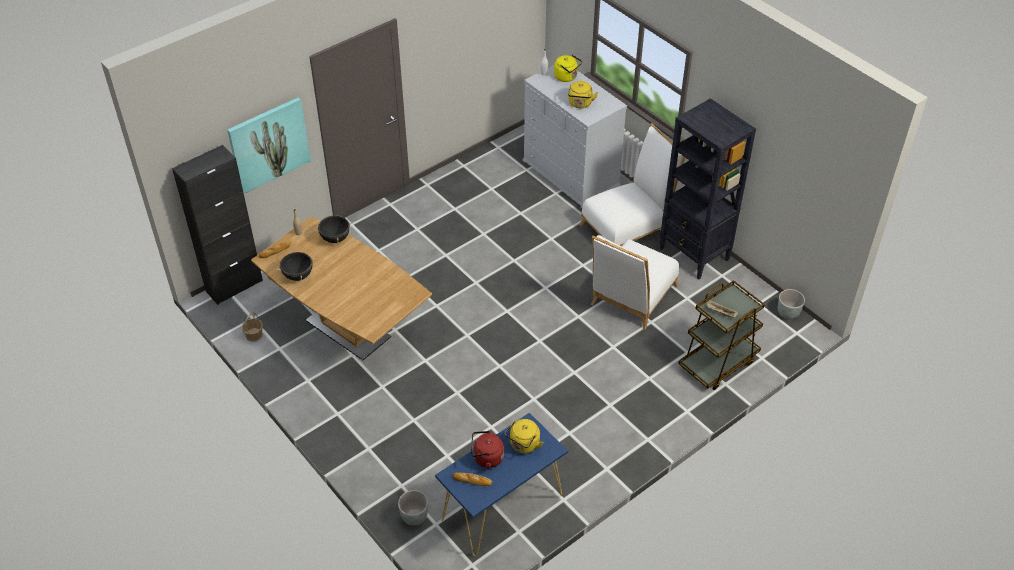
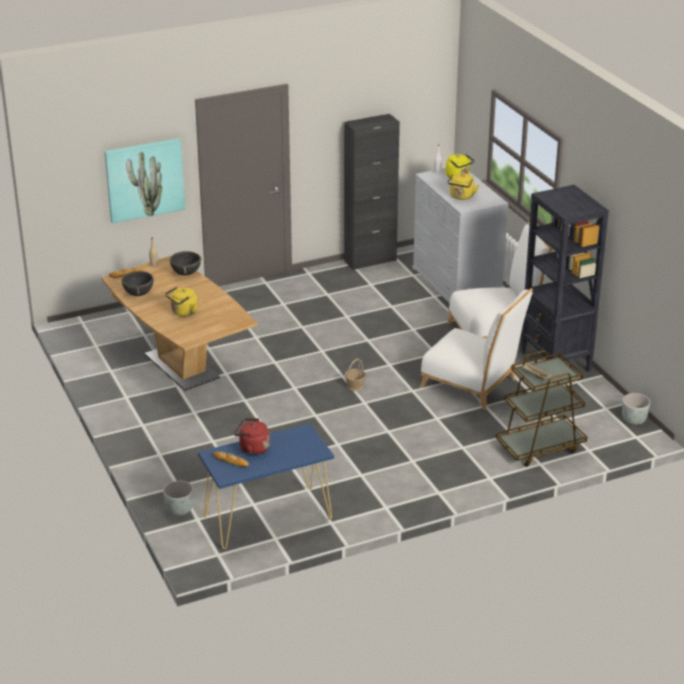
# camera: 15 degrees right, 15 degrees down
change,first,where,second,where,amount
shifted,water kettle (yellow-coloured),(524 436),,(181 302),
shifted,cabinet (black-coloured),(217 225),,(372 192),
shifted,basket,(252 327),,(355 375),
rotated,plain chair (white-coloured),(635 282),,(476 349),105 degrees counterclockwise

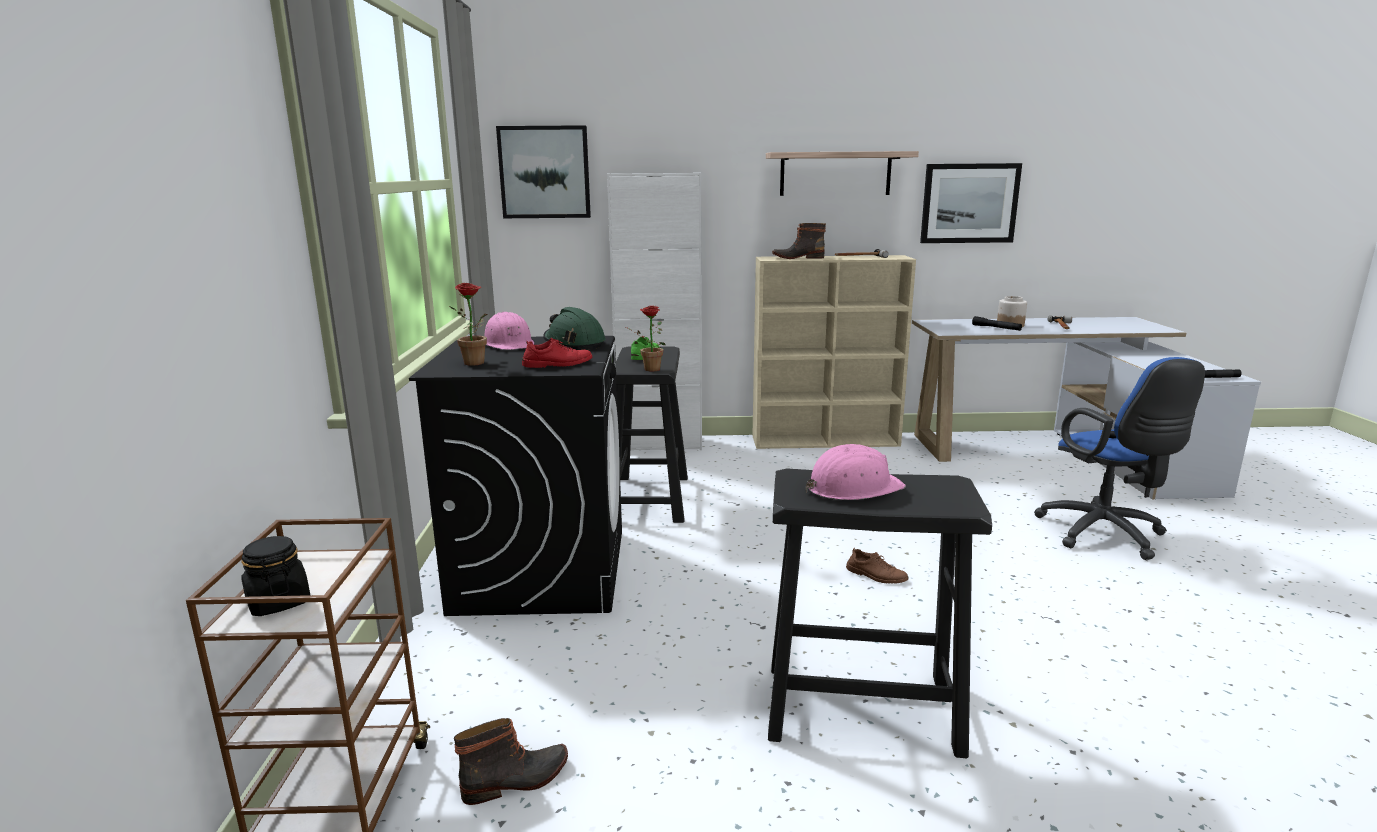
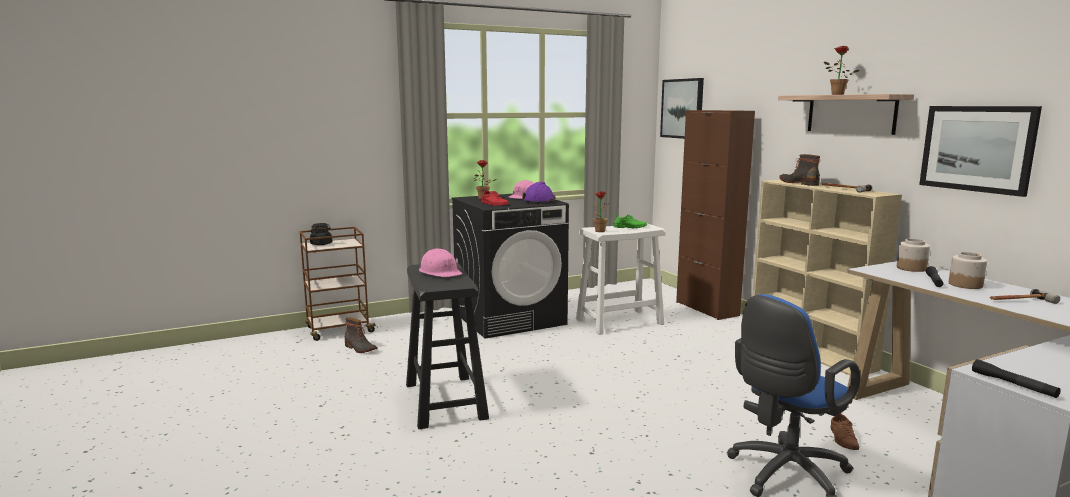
# camera: 65 degrees right, 5 degrees down
change,first,where,second,where,amount
repainted,work helmet (green-coloured),(574 328),work helmet (purplish),(539 193),
repainted,stool seat (black-coloured),(652 435),stool seat (white-coloured),(621 279),
repainted,cabinet (white-coloured),(654 311),cabinet (brown-coloured),(715 215),
new,,,plant in a pot,(841 70),
shifted,shoe (brown-coloured),(877 566),,(844 431),
new,,,jar,(913 255),

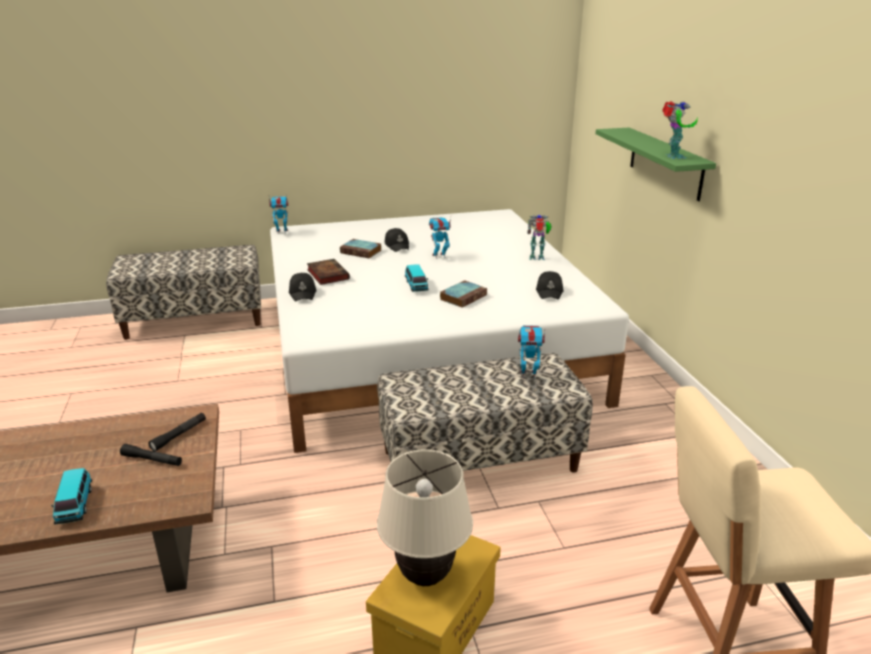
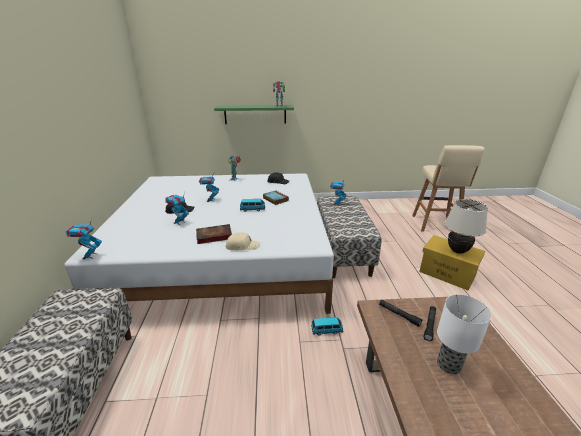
# camera: 80 degrees left, 0 degrees up
change,first,where,second,where,amount
swapped,volume,(361 248),toy robot,(177 208),
repainted,peaked cap (black-coloured),(303 287),peaked cap (sand-coloured),(242 241),
shifted,toy car,(71 496),,(327 326),
new,,,table lamp,(464 334),

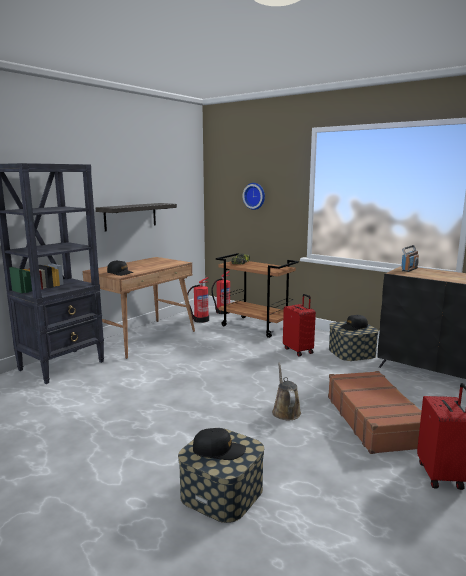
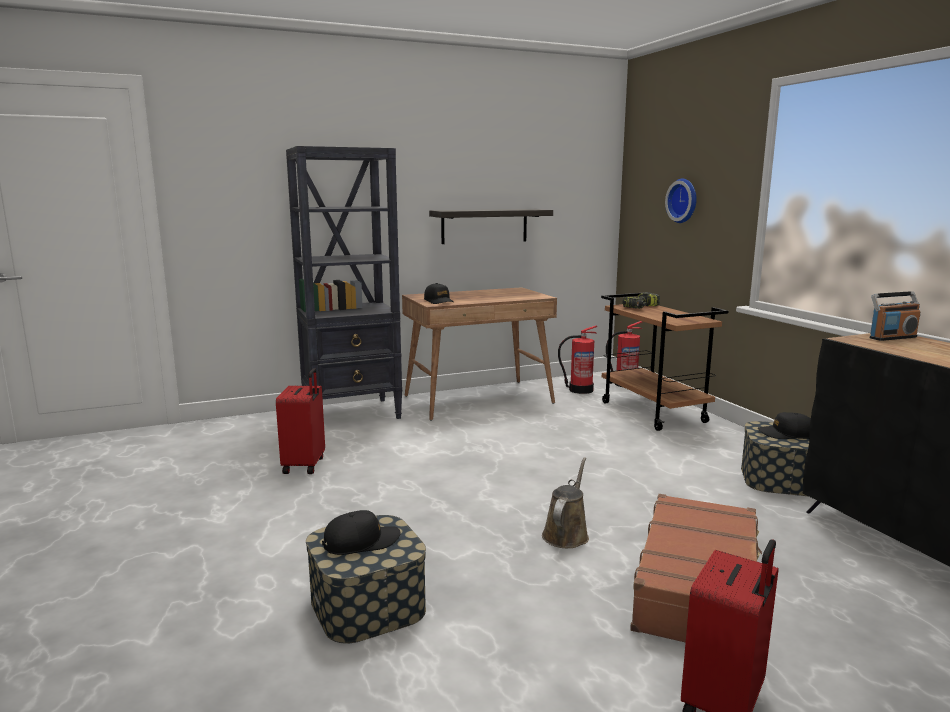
# camera: 30 degrees right, 0 degrees up
change,first,where,second,where,amount
shifted,suitcase (red),(299 325),,(300 421),
rotated,peaked cap (black-coloured),(219 444),,(361 532),60 degrees counterclockwise

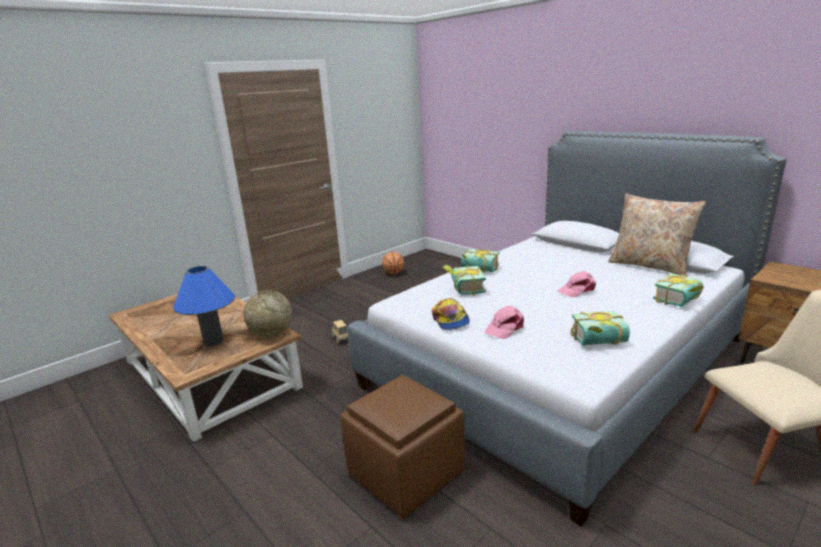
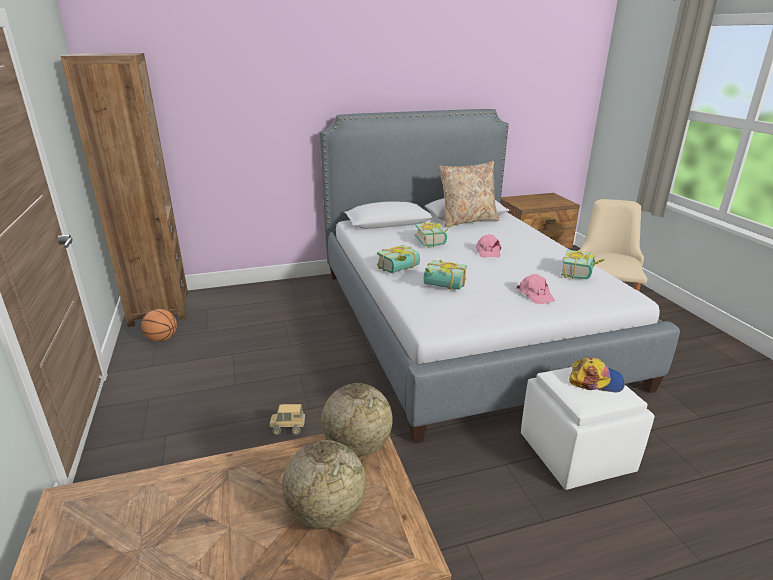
# camera: 65 degrees left, 5 degrees up
change,first,where,second,where,amount
new,,,bookshelf (brown-coloured),(124 190),
swapped,table lamp (blue-coloured),(204 306),world globe,(324 484),
shifted,volume,(678 290),,(433 235),
repainted,pouffe (brown-coloured),(402 447),pouffe (white-coloured),(587 428),
shifted,peaked cap,(451 314),,(597 374),

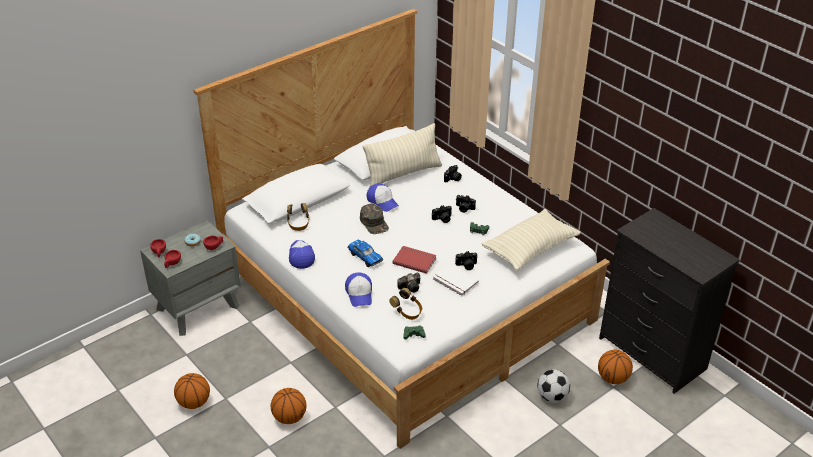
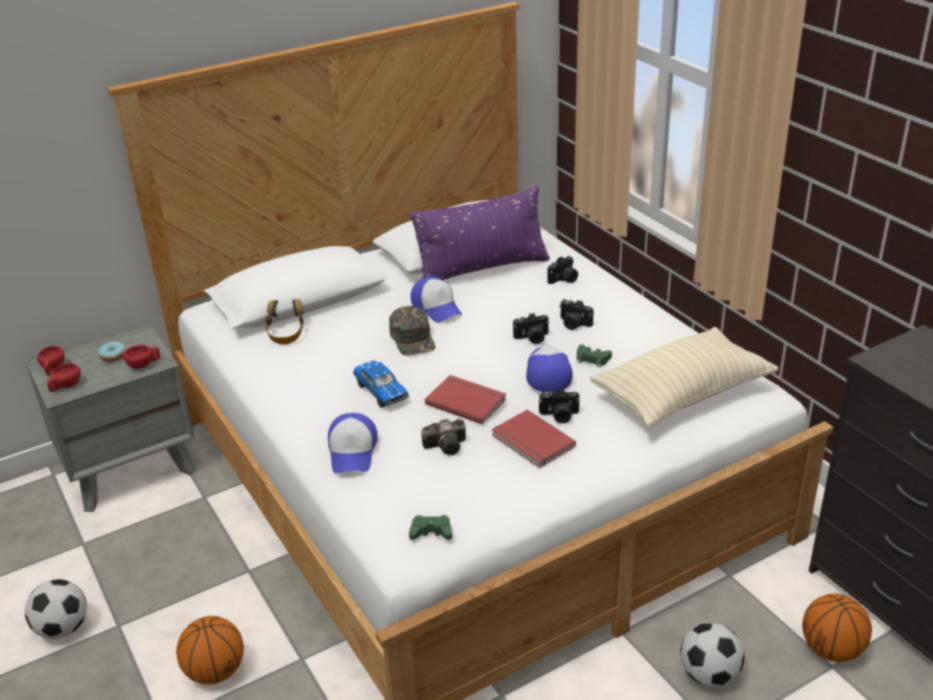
# camera: 10 degrees right, 5 degrees down
change,first,where,second,where,amount
swapped,ball for basketball,(192 391),football ball,(56 609),
repainted,cushion (sand-coloured),(402 155),cushion (purplish),(479 233),
repainted,volume (white-coloured),(456 280),volume (red),(533 439),
shifted,peaked cap,(302 254),,(549 368),
gone,headphones,(405 304),,,

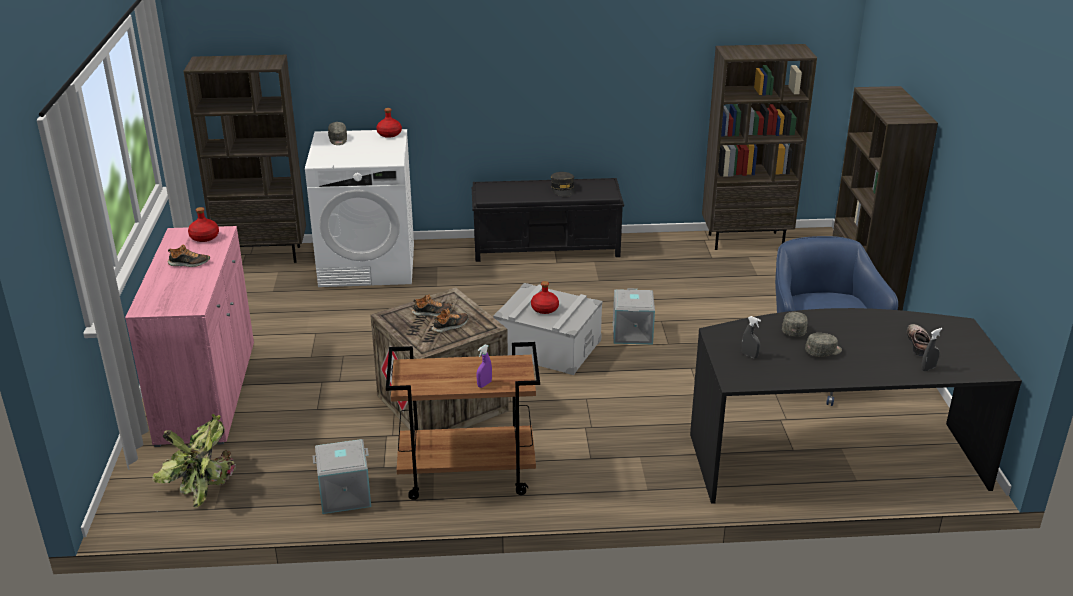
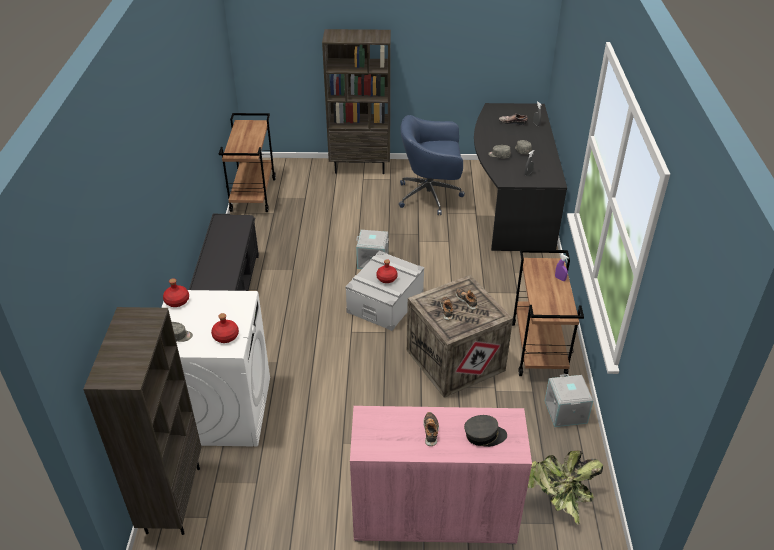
# camera: 85 degrees left, 10 degrees up
change,first,where,second,where,amount
shifted,beverage bottle (red),(203 224),,(225 328),
swapped,bookshelf (brown-coloured),(759 147),cart (brown-coloured),(247 162),
shifted,peaked cap (greyish),(563 184),,(485 431),

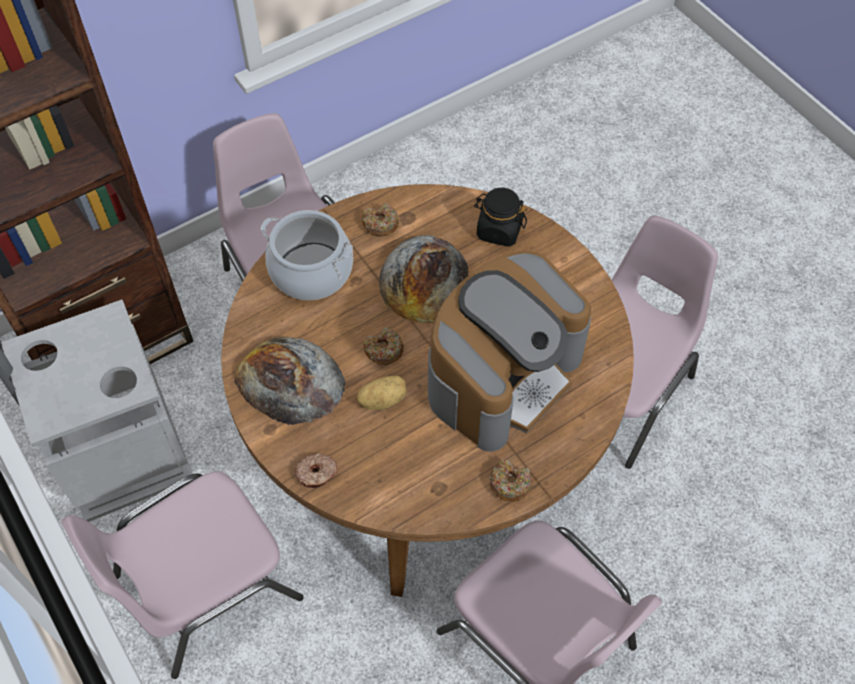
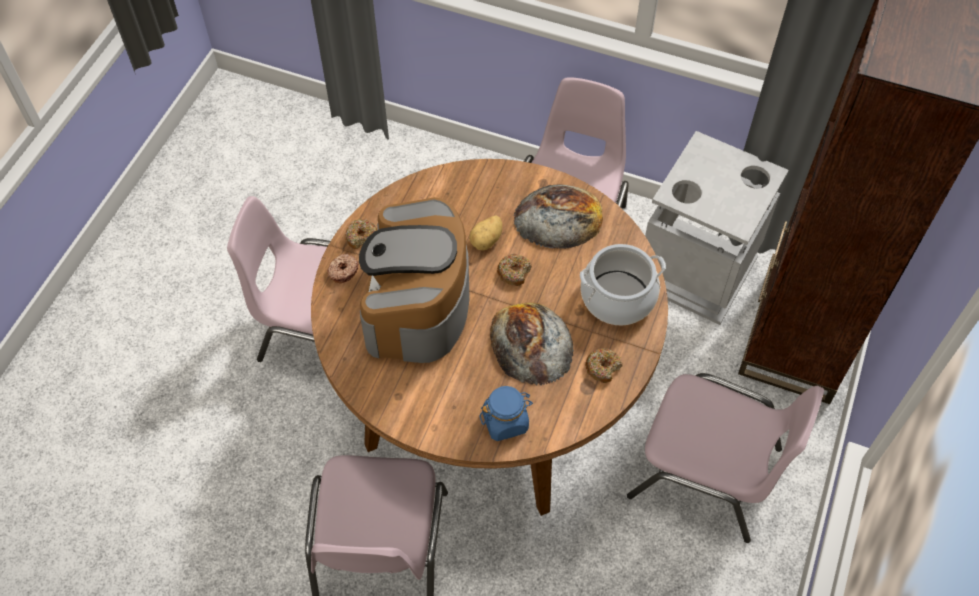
# camera: 145 degrees right, 0 degrees up
change,first,where,second,where,amount
shifted,ring doughnut,(316 470),,(342 268),
repainted,jar (black-coloured),(500 217),jar (blue-coloured),(506 413),

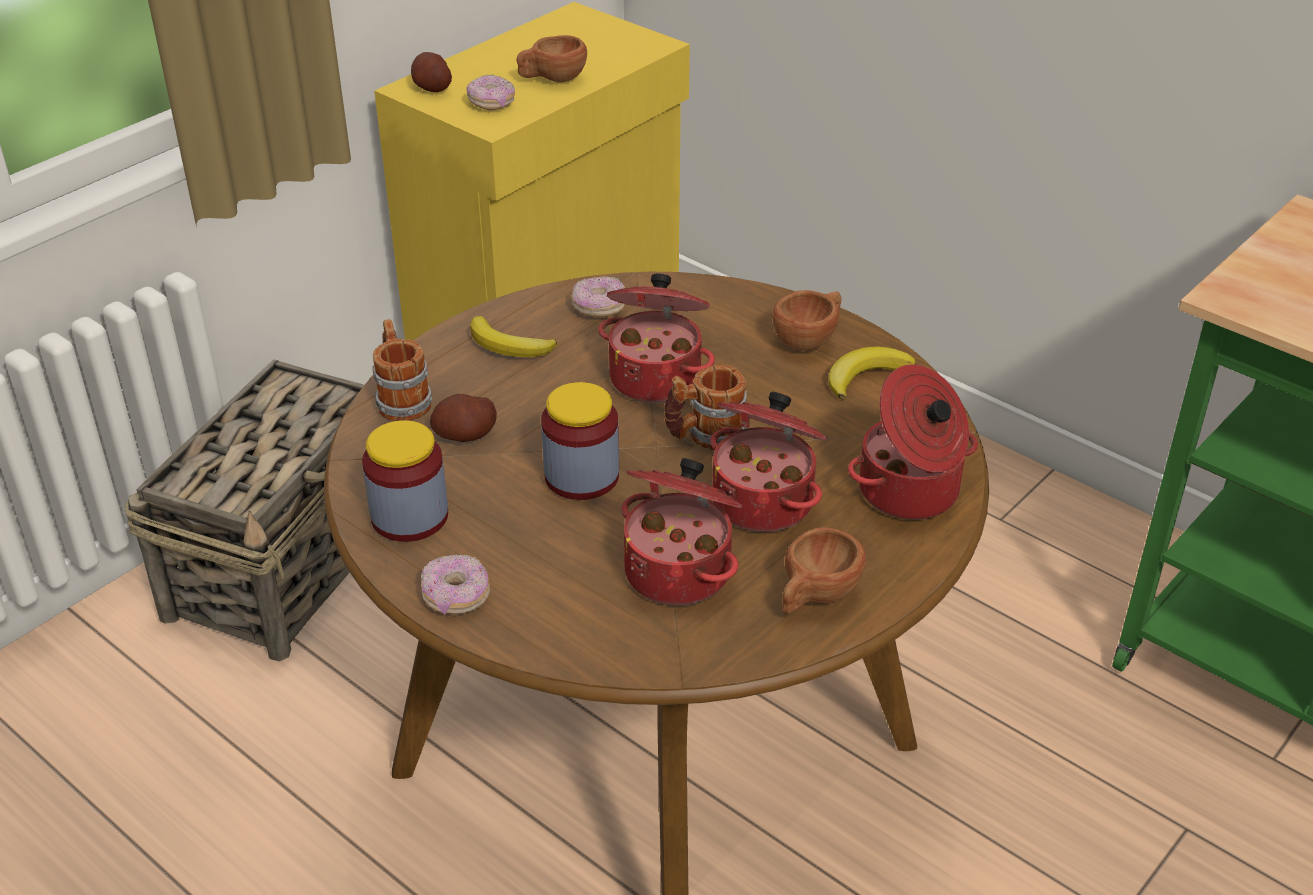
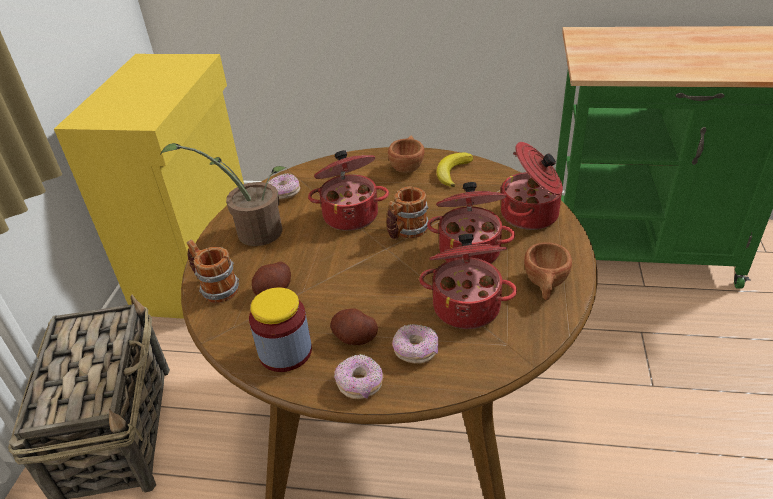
# camera: 30 degrees left, 0 degrees up
change,first,where,second,where,amount
swapped,banana fruit,(513 336),plant in a pot,(223 194),
shifted,potato,(431 72),,(354 326),
shifted,ring doughnut,(490 92),,(415 344),
gone,drinking cup (brown-coloured),(551 58),,,
gone,jar,(580 441),,,

